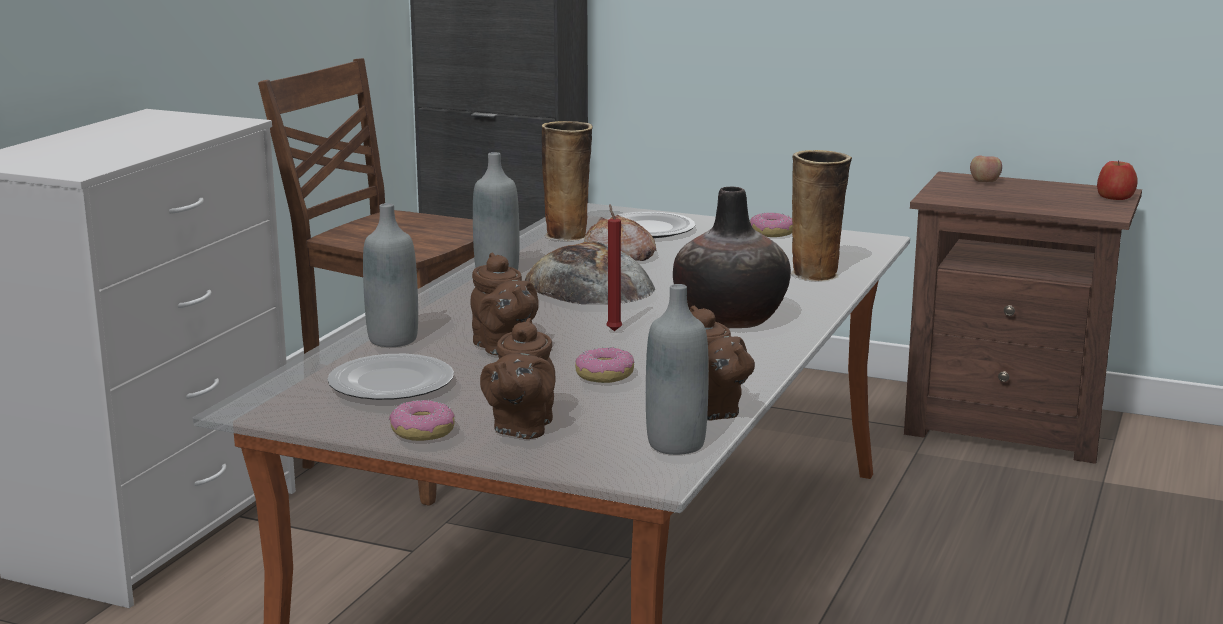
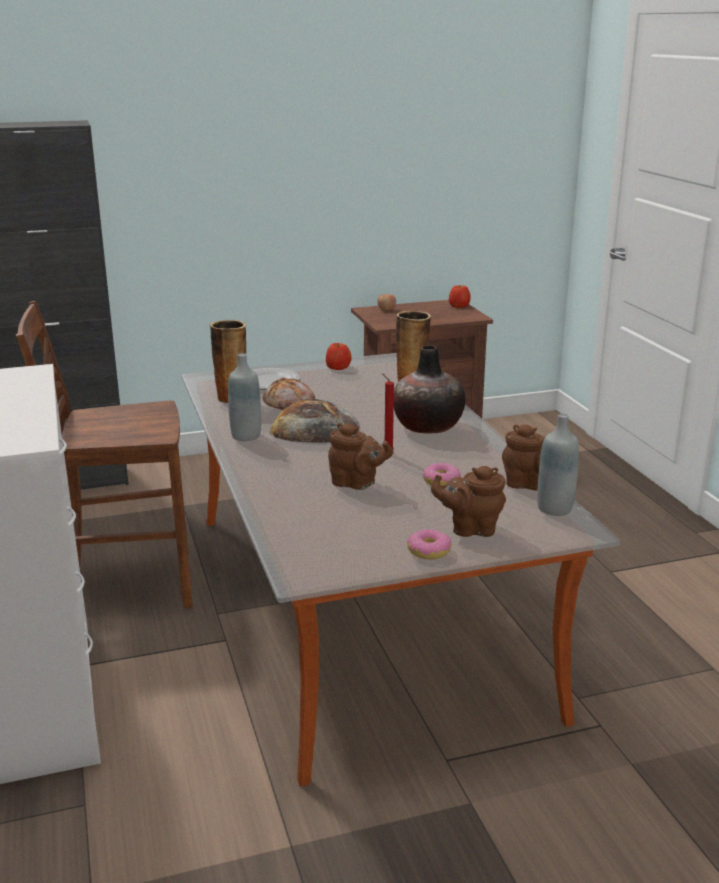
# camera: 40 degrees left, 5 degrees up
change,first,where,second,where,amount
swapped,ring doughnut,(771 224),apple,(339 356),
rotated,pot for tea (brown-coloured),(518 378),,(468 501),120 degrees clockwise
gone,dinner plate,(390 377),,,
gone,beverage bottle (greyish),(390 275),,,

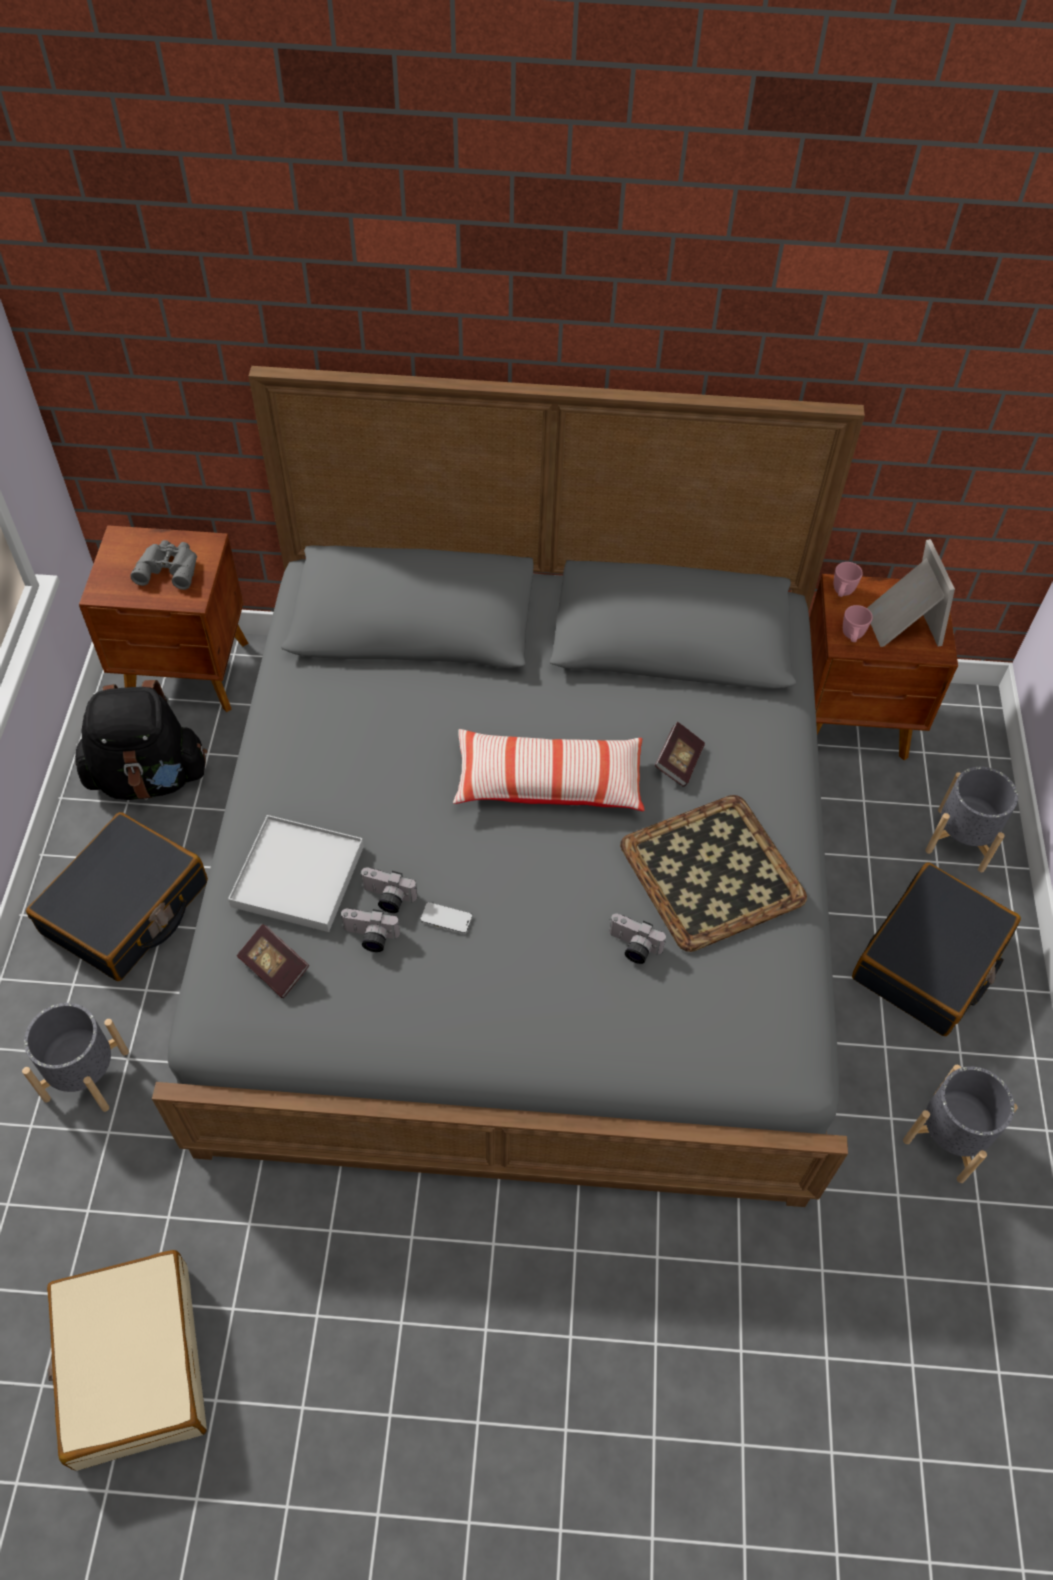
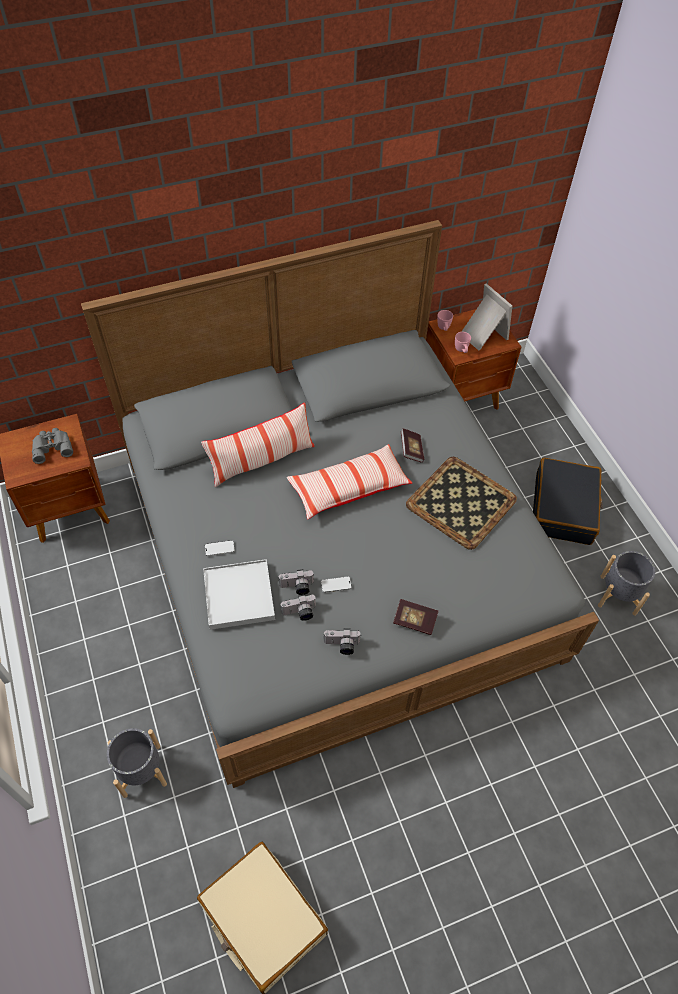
# camera: 25 degrees left, 0 degrees up
change,first,where,second,where,amount
new,,,cushion,(258 444),
new,,,telephone,(220 548),
shifted,photo camera,(637 938),,(342 641),
shifted,volume,(273 961),,(415 617),
gone,suitcase (black-coloured),(117 896),,,
gone,knapsack (black-coloured),(141 740),,,
gone,flower pot (greyish),(971 819),,,

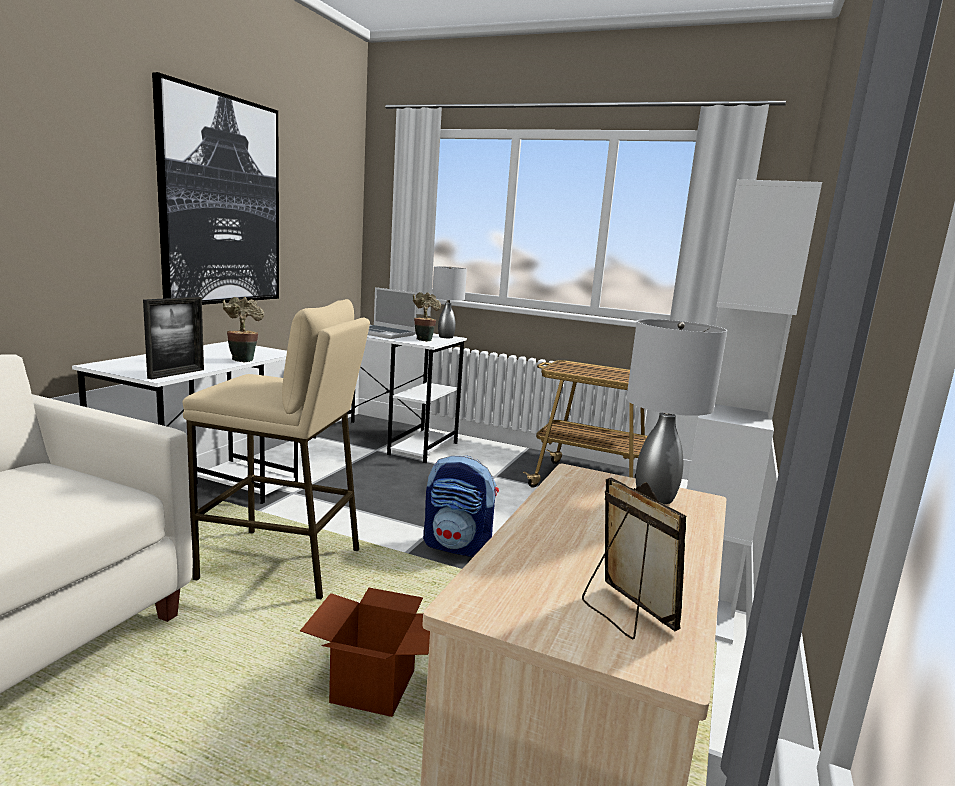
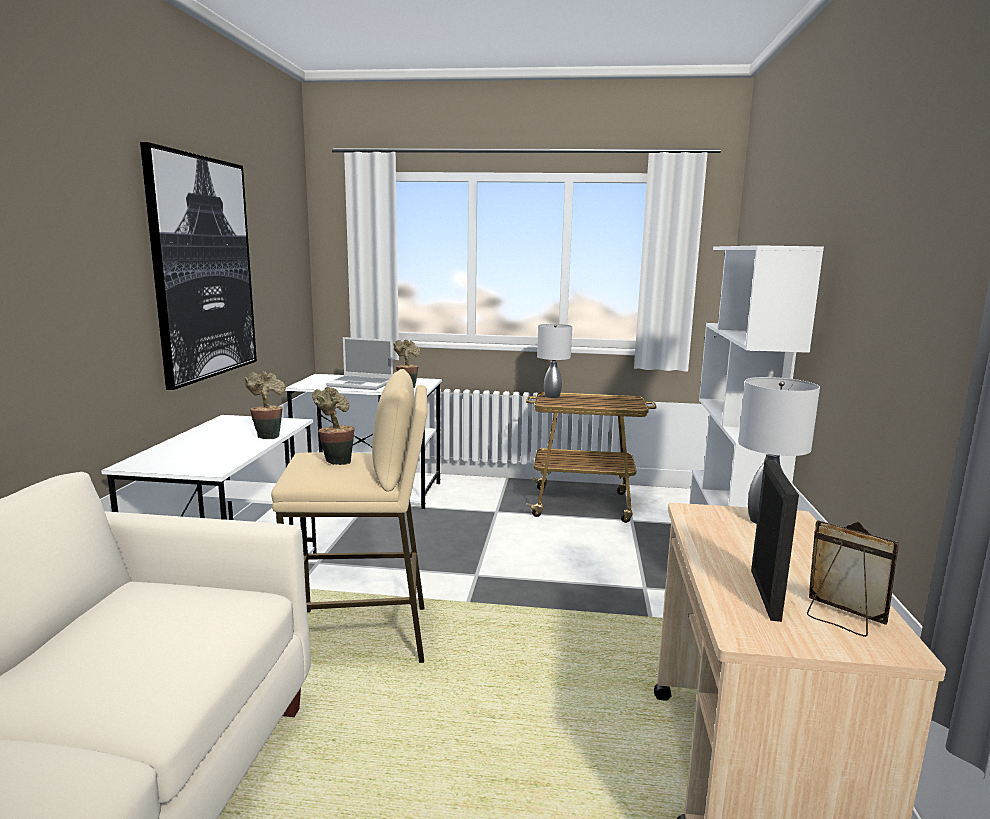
# camera: 15 degrees left, 0 degrees up
change,first,where,second,where,amount
new,,,plant in a pot,(333 426),
shifted,table lamp (greyish),(449 302),,(554 361),
shifted,photo frame,(173 338),,(775 541),
gone,carton,(365 652),,,
gone,knapsack,(461 506),,,

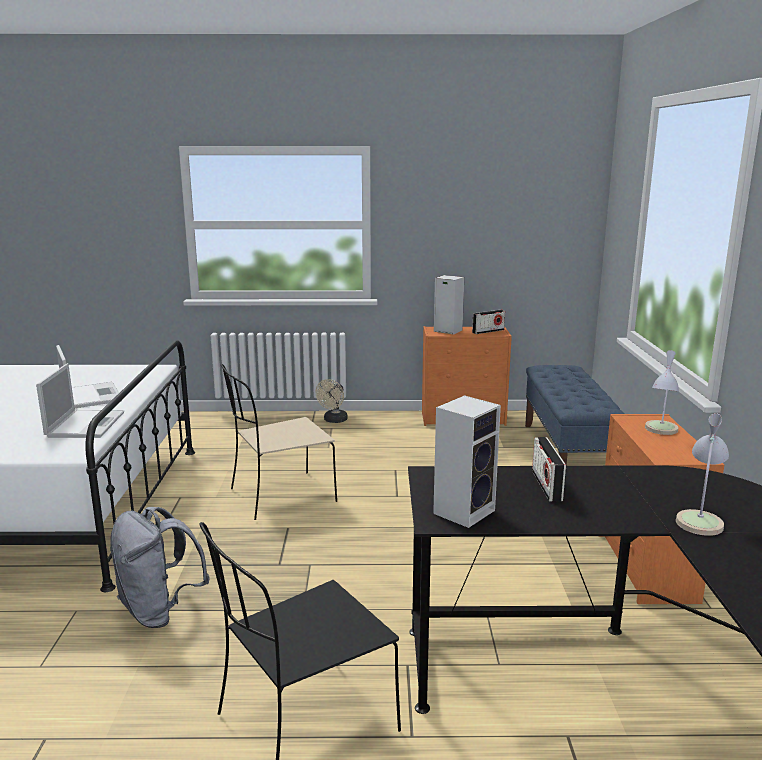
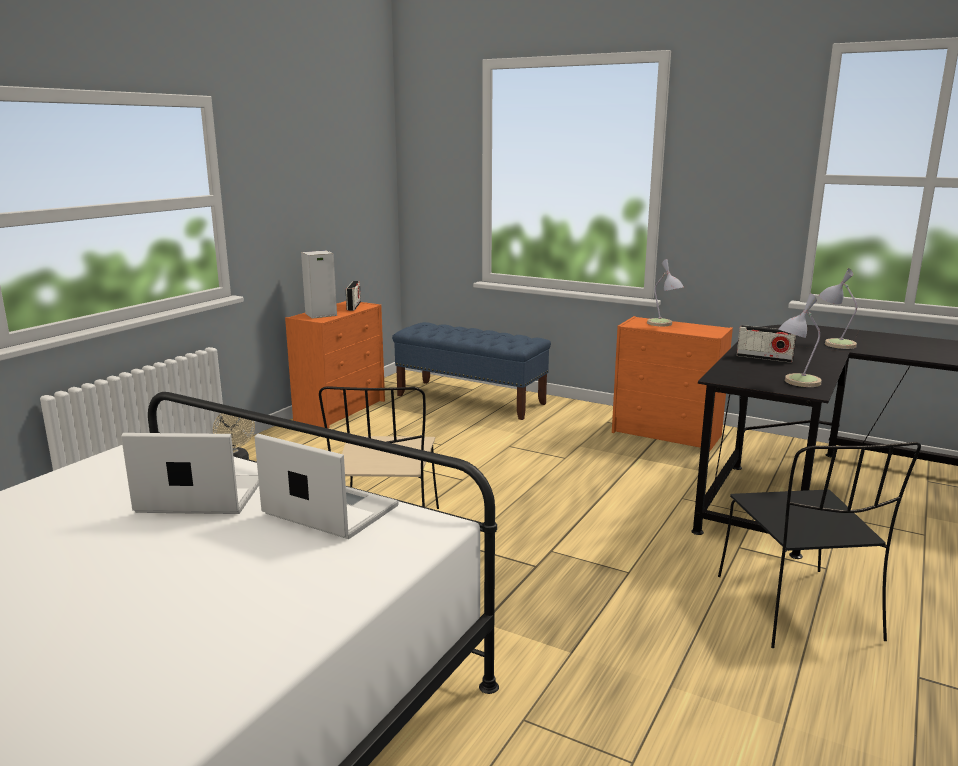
# camera: 60 degrees left, 0 degrees up
change,first,where,second,where,amount
swapped,loudspeaker,(467 461),table lamp,(800 340),
gone,knapsack (greyish),(160 567),,,

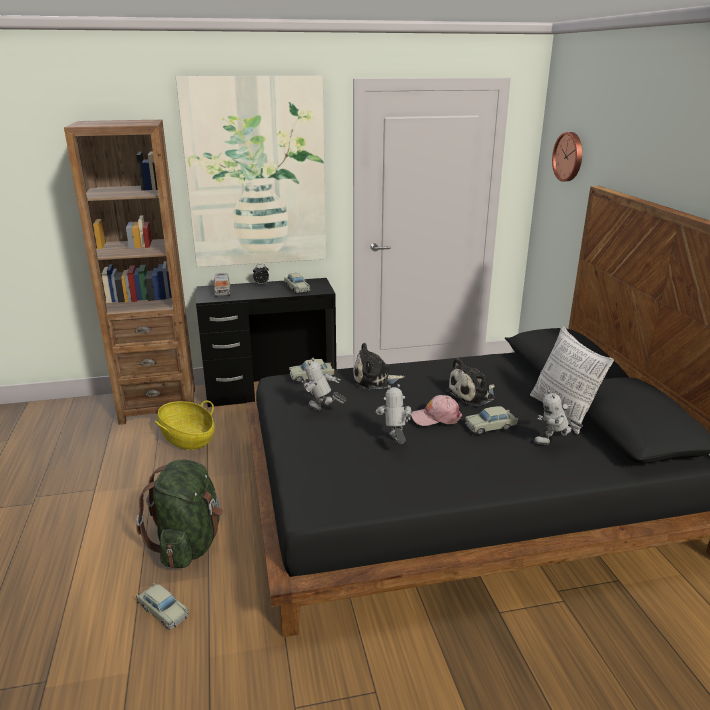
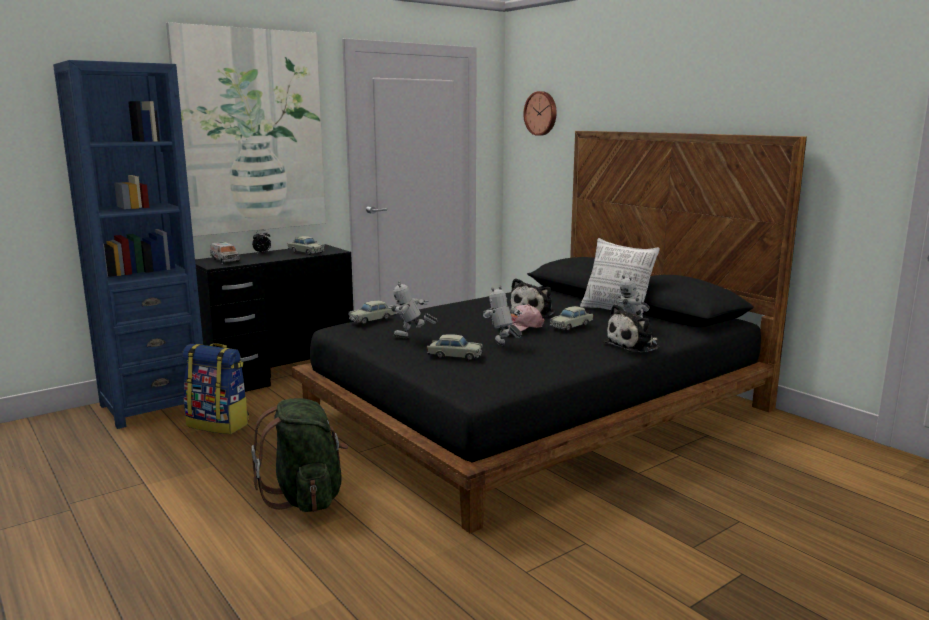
# camera: 25 degrees left, 10 degrees down
change,first,where,second,where,amount
repainted,bookshelf (brown-coloured),(129 272),bookshelf (blue-coloured),(128 244),
swapped,basket,(185 425),knapsack,(215 388),
shifted,toy car (sand-coloured),(162 606),,(455 347),
shifted,cuddly toy,(379 366),,(631 328),

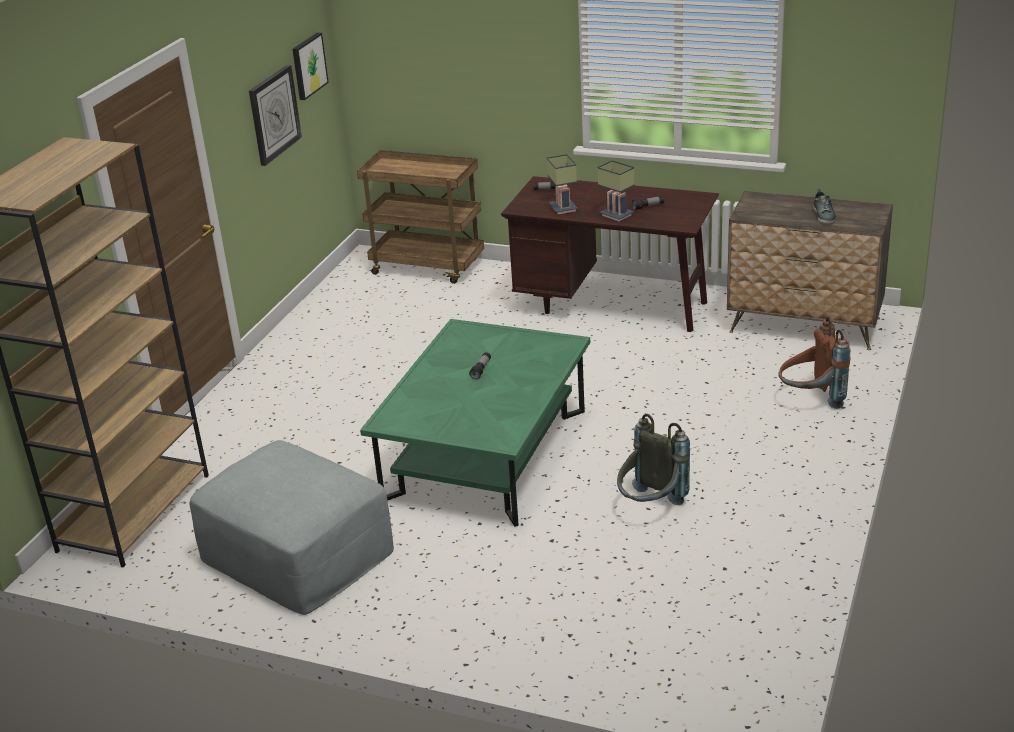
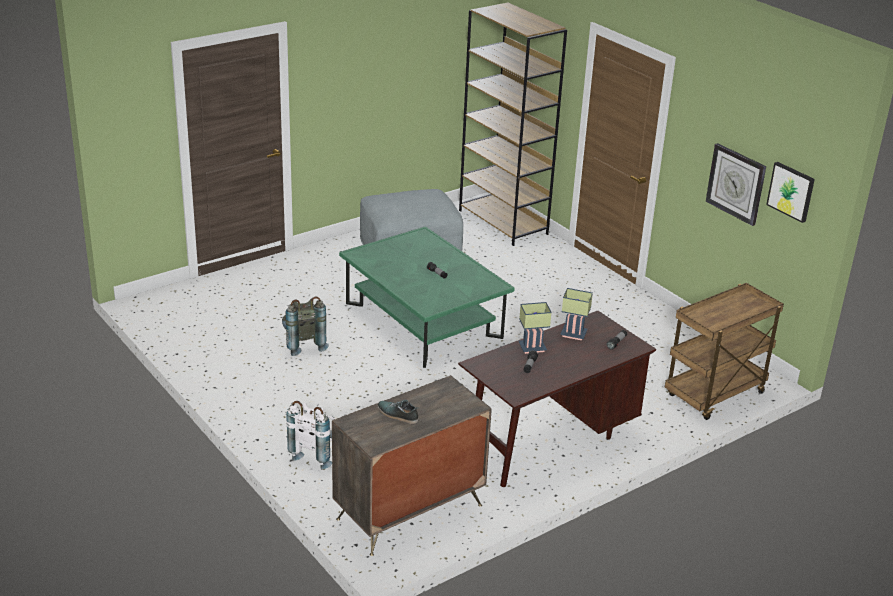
# camera: 120 degrees right, 0 degrees up
change,first,where,second,where,amount
repainted,knapsack (brown-coloured),(814 362),knapsack (white-coloured),(311 435),

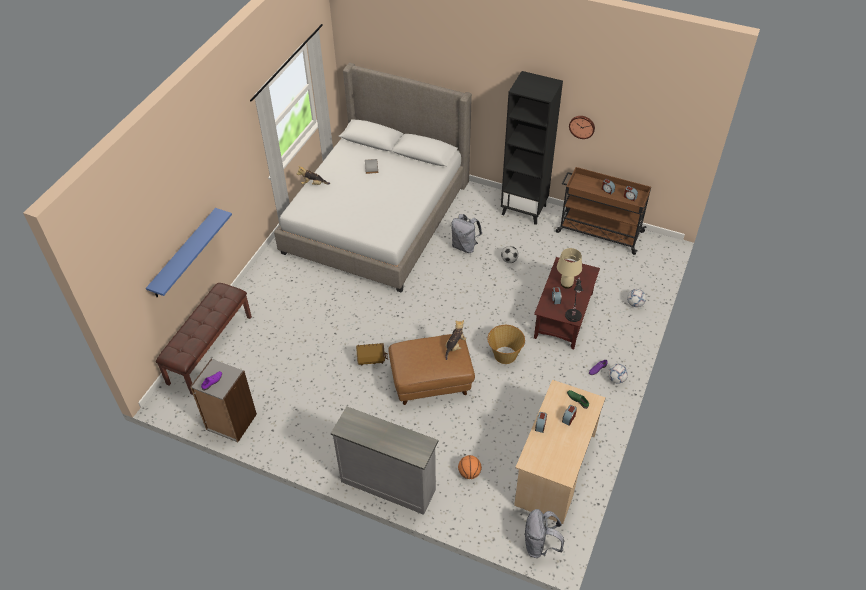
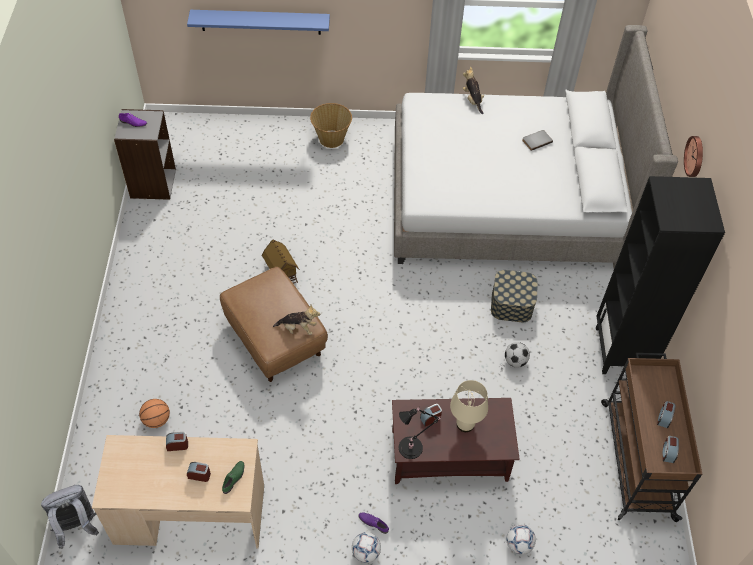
# camera: 65 degrees right, 5 degrees up
change,first,where,second,where,amount
shifted,basket,(506 344),,(331 125),
swapped,knapsack (greyish),(466 233),storage container,(514 296),
shifted,hanging clock,(582 127),,(693 156),
gone,bench (brown-coloured),(204 339),,,
gone,drawer chest (greyish),(384 460),,,

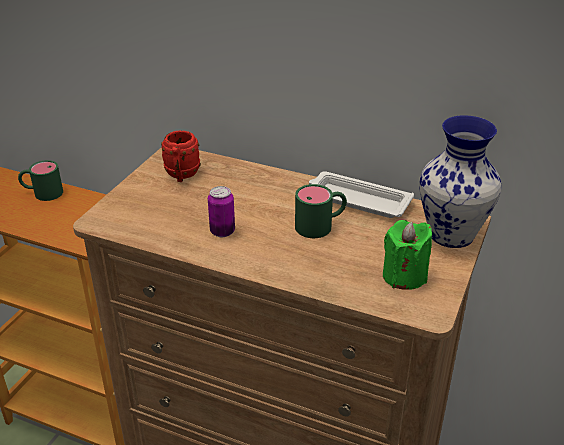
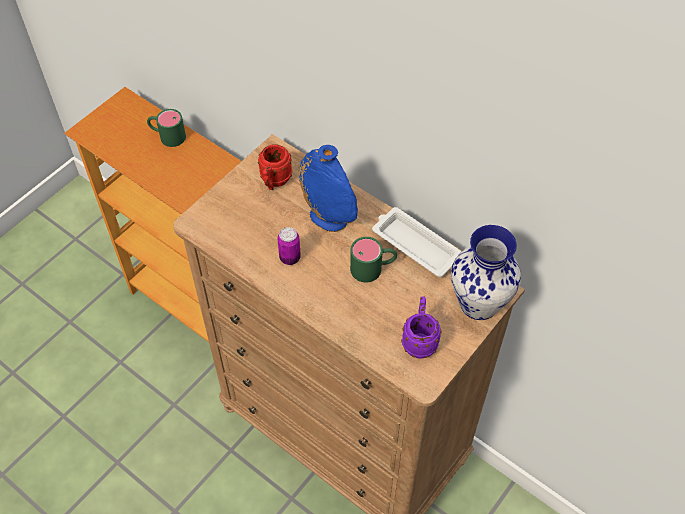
# camera: 15 degrees right, 20 degrees up
change,first,where,second,where,amount
new,,,flower vase (blue-coloured),(328 188),
swapped,wax candle (green-coloured),(407 255),mug (purplish),(421 327),

